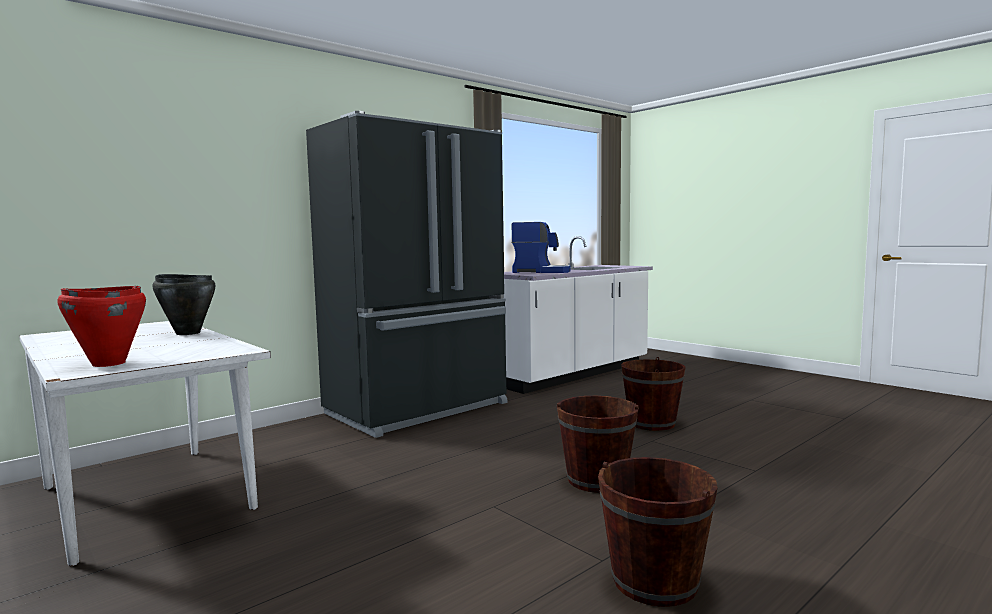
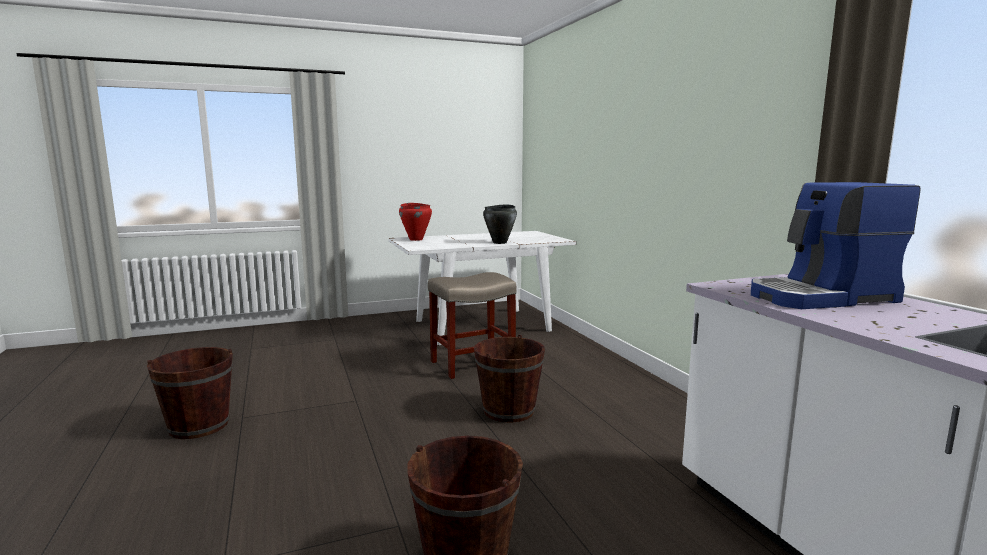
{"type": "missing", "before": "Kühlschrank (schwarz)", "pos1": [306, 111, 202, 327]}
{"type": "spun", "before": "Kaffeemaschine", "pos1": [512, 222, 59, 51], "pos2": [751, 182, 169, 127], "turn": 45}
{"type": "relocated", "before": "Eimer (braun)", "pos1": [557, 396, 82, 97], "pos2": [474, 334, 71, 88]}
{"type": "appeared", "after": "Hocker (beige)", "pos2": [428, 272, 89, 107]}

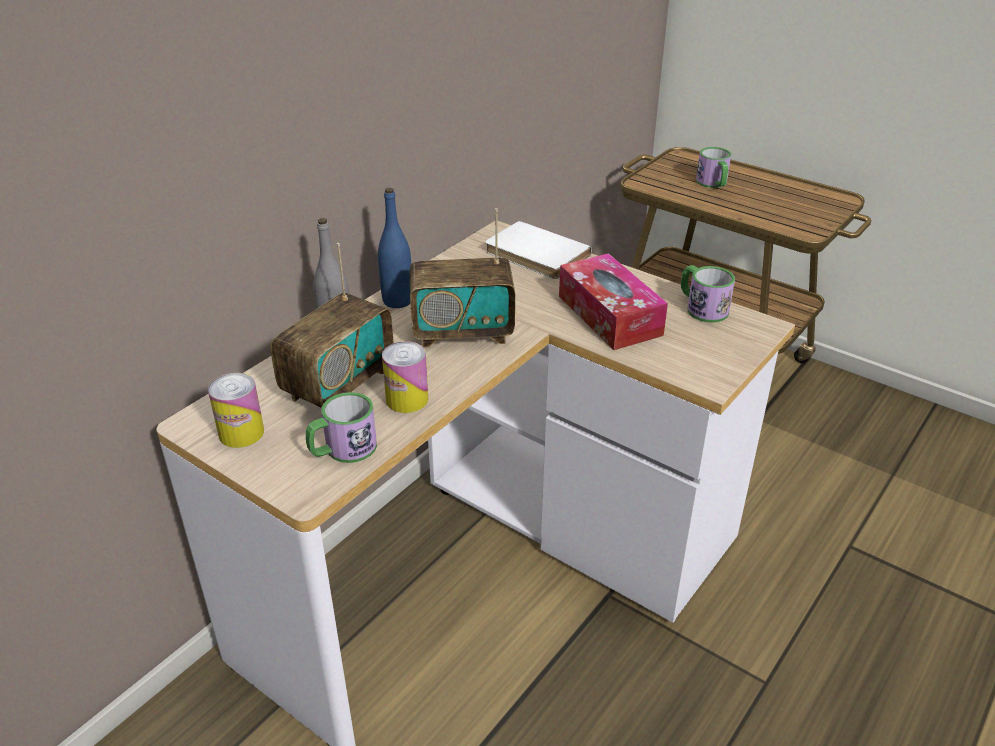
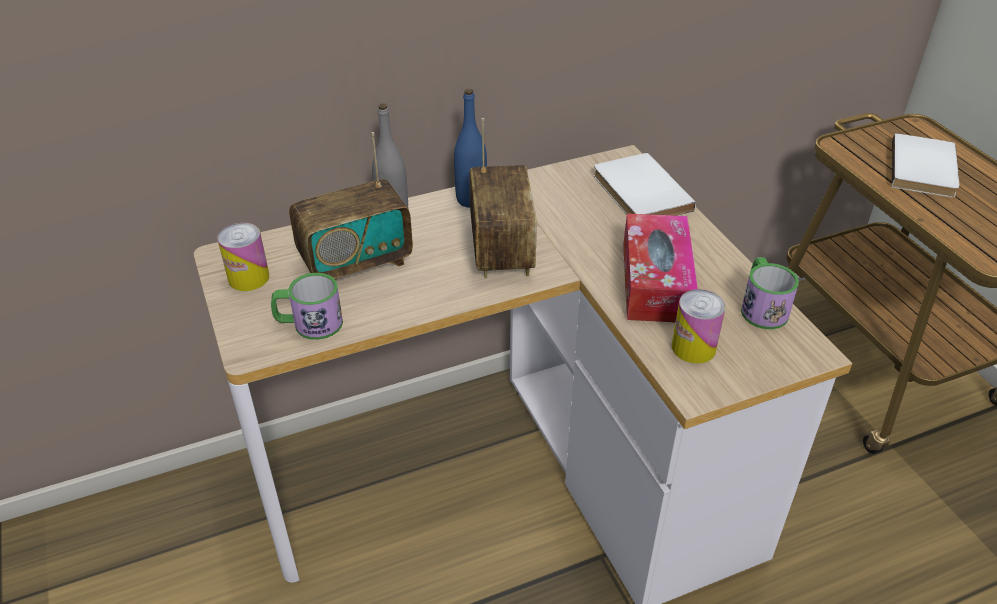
{"type": "exchanged", "before": "Henkelbecher", "after": "Buch (weiß)", "pos1": [696, 147, 35, 41], "pos2": [892, 133, 67, 64]}
{"type": "spun", "before": "Radio", "pos1": [410, 208, 105, 140], "pos2": [469, 118, 68, 161], "turn": -120}
{"type": "relocated", "before": "Dose", "pos1": [382, 341, 46, 72], "pos2": [672, 289, 54, 75]}

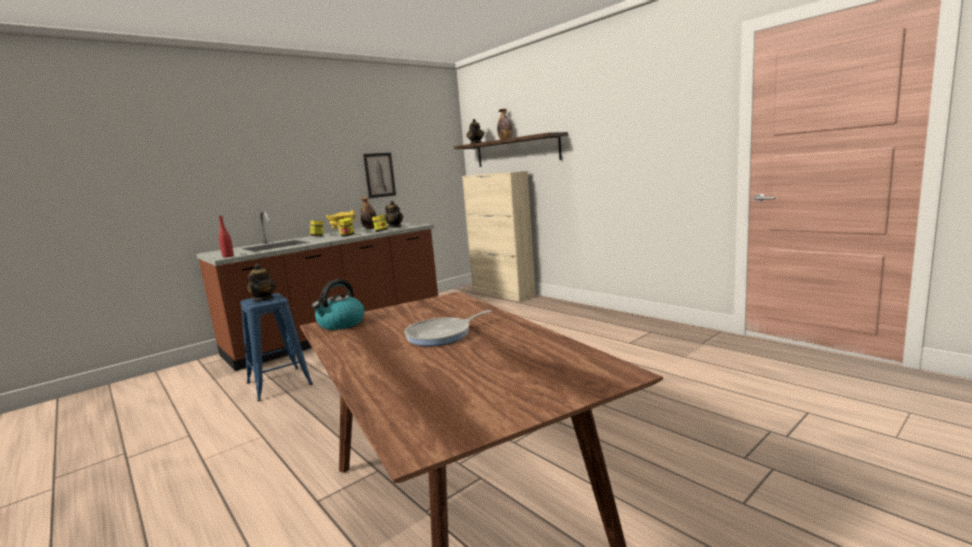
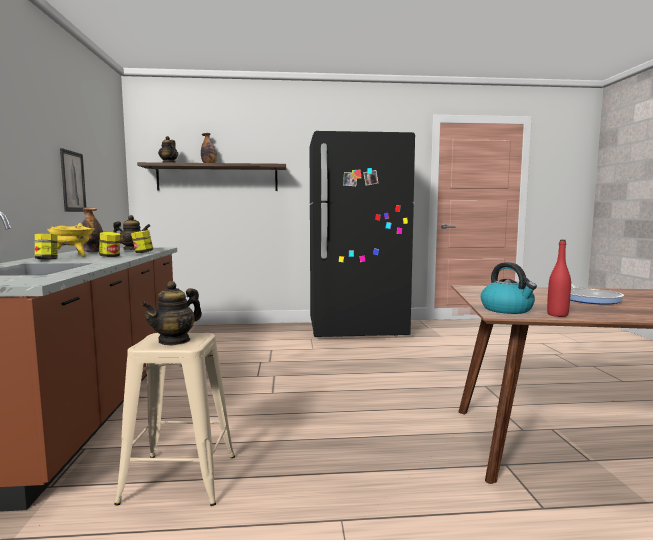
{"type": "missing", "before": "Schrank (beige)", "pos1": [462, 171, 74, 131]}
{"type": "relocated", "before": "Flasche (rot)", "pos1": [219, 215, 15, 43], "pos2": [547, 240, 24, 77]}
{"type": "spun", "before": "Teekanne", "pos1": [247, 263, 29, 39], "pos2": [141, 281, 61, 65], "turn": -90}
{"type": "colour", "before": "Hocker (blau)", "after": "Hocker (beige)", "pos1": [240, 293, 73, 108], "pos2": [114, 333, 121, 173]}
{"type": "appeared", "after": "Kühlschrank (schwarz)", "pos2": [310, 131, 105, 206]}

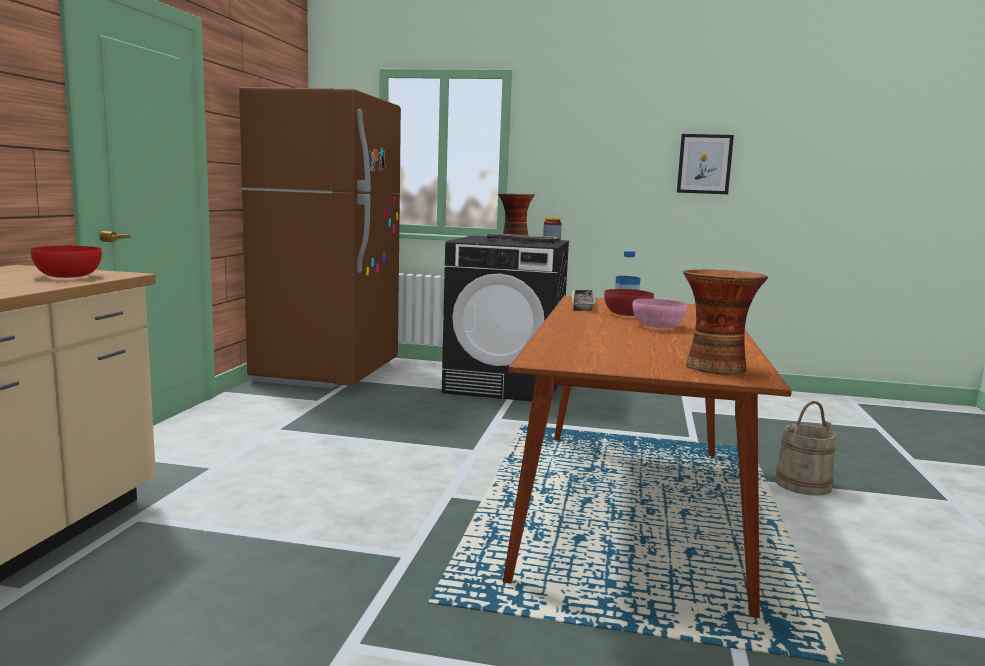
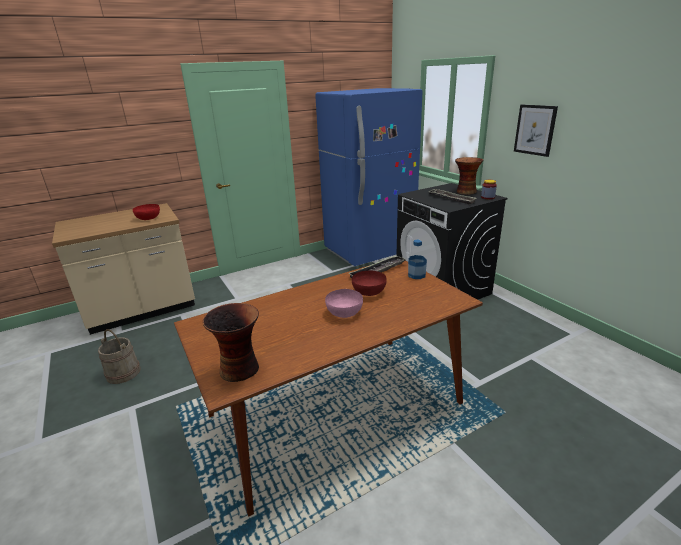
{"type": "colour", "before": "Kühlschrank (braun)", "after": "Kühlschrank (blau)", "pos1": [239, 87, 162, 302], "pos2": [315, 88, 108, 178]}
{"type": "relocated", "before": "Bild", "pos1": [677, 134, 57, 60], "pos2": [514, 104, 44, 53]}
{"type": "relocated", "before": "Eimer (beige)", "pos1": [775, 401, 61, 95], "pos2": [98, 329, 43, 55]}

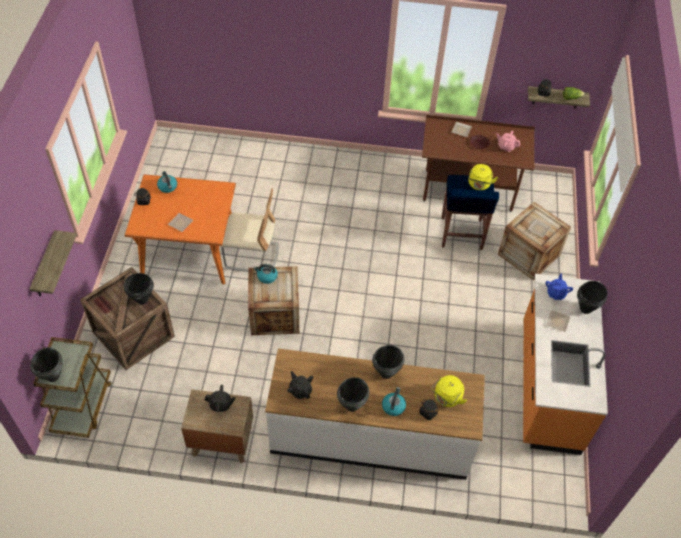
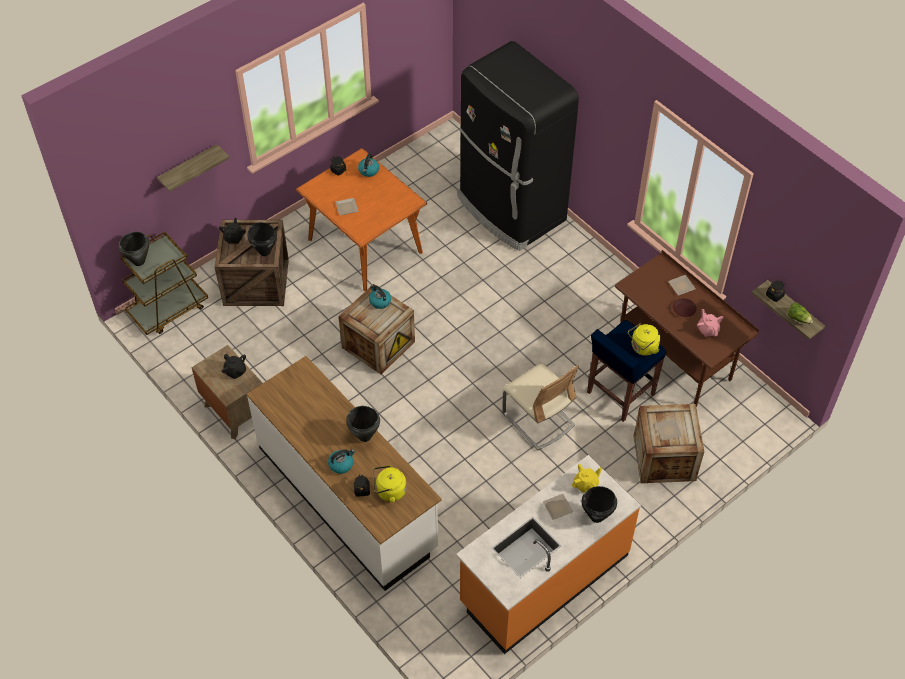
{"type": "relocated", "before": "Stuhl (beige)", "pos1": [220, 189, 59, 83], "pos2": [503, 364, 76, 86]}
{"type": "colour", "before": "Teekanne (blau)", "after": "Teekanne (gelb)", "pos1": [546, 273, 27, 27], "pos2": [572, 464, 30, 29]}
{"type": "relocated", "before": "Teekanne (schwarz)", "pos1": [287, 371, 27, 28], "pos2": [219, 218, 27, 26]}
{"type": "missing", "before": "Kochtopf (schwarz)", "pos1": [337, 377, 32, 35]}
{"type": "appeared", "after": "Kühlschrank (schwarz)", "pos2": [457, 41, 122, 210]}

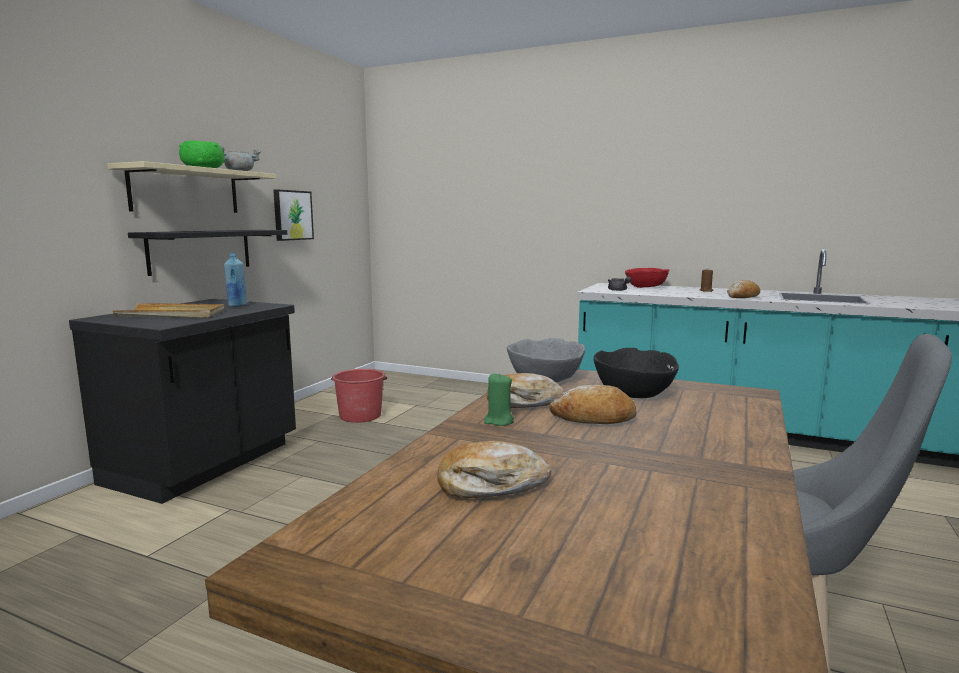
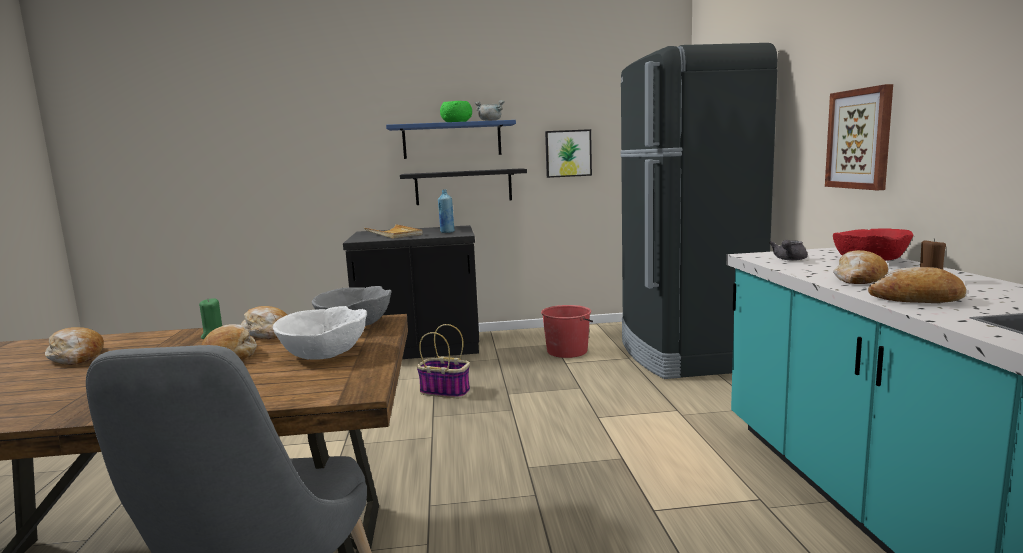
{"type": "colour", "before": "Wandregal (beige)", "after": "Wandregal (blau)", "pos1": [107, 161, 170, 52], "pos2": [386, 120, 130, 39]}
{"type": "colour", "before": "Schüssel (schwarz)", "after": "Schüssel (weiß)", "pos1": [593, 348, 86, 50], "pos2": [273, 306, 94, 54]}
{"type": "appeared", "after": "Kühlschrank (schwarz)", "pos2": [620, 43, 157, 336]}
{"type": "appeared", "after": "Bild", "pos2": [825, 84, 68, 106]}
{"type": "appeared", "after": "Brot", "pos2": [833, 250, 55, 34]}
{"type": "appeared", "after": "Korb", "pos2": [417, 324, 53, 74]}

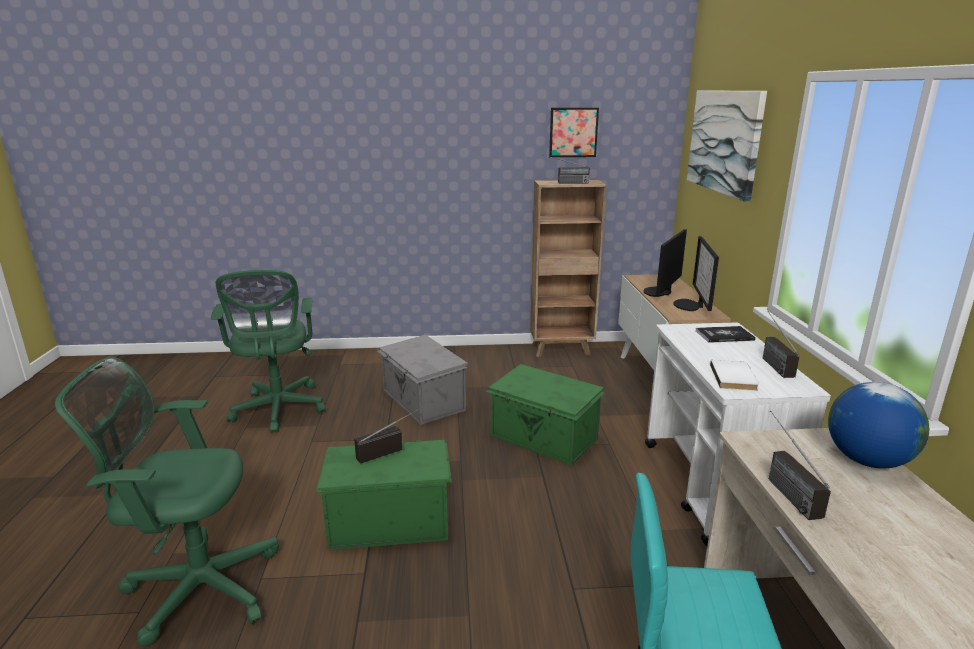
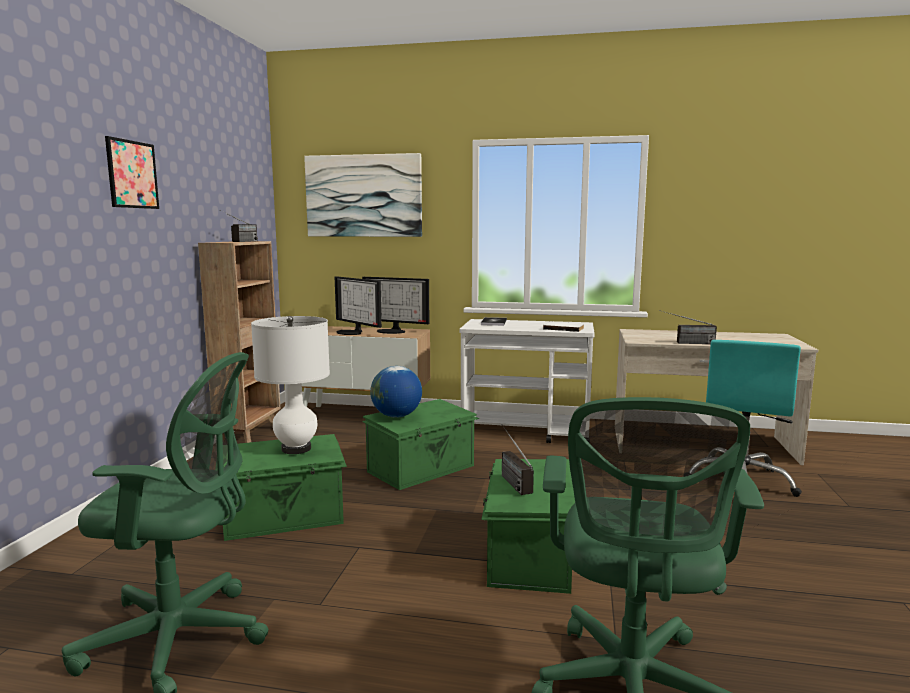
{"type": "relocated", "before": "Bild", "pos1": [549, 108, 50, 49], "pos2": [105, 136, 54, 73]}
{"type": "missing", "before": "Radio", "pos1": [763, 311, 36, 67]}
{"type": "colour", "before": "Aufbewahrungsbox (grau)", "after": "Aufbewahrungsbox (grün)", "pos1": [377, 335, 91, 90], "pos2": [216, 434, 131, 107]}
{"type": "relocated", "before": "Globus", "pos1": [828, 382, 101, 87], "pos2": [370, 366, 52, 52]}
{"type": "appeared", "after": "Tischlampe (weiß)", "pos2": [251, 316, 79, 138]}

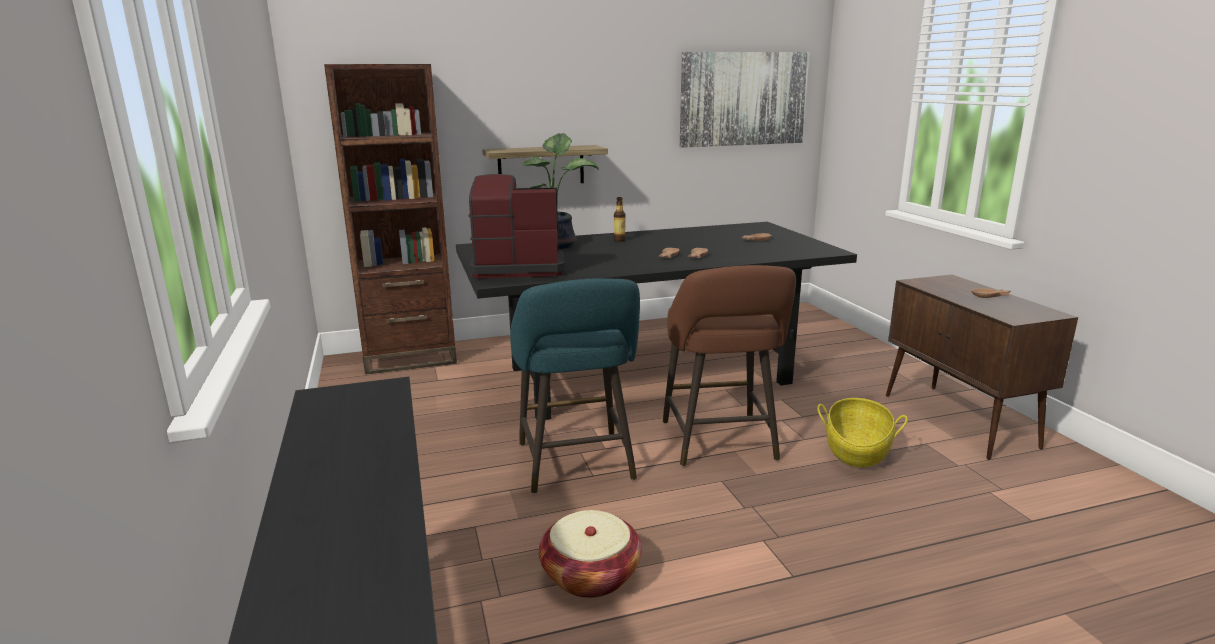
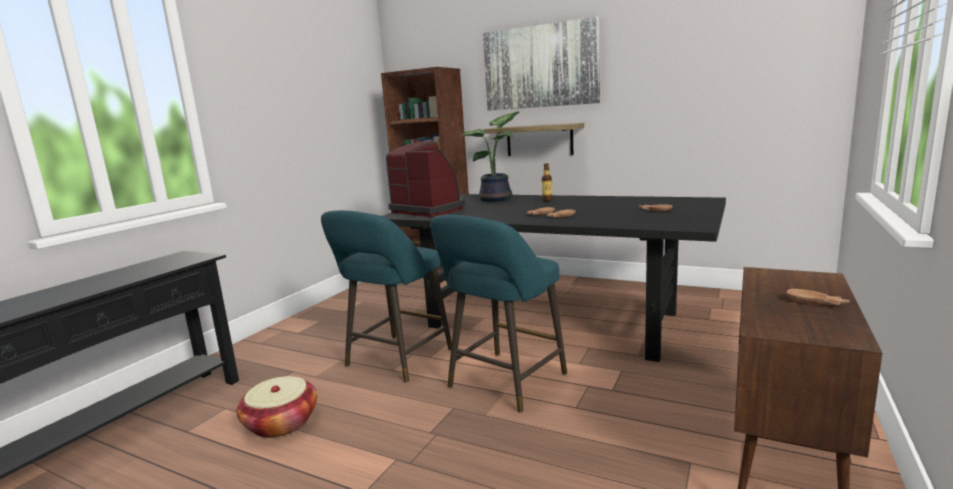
{"type": "relocated", "before": "Bild", "pos1": [680, 52, 130, 96], "pos2": [483, 17, 117, 94]}
{"type": "colour", "before": "Hocker (braun)", "after": "Hocker (türkis)", "pos1": [663, 265, 133, 202], "pos2": [430, 215, 137, 198]}
{"type": "missing", "before": "Korb", "pos1": [817, 398, 91, 69]}

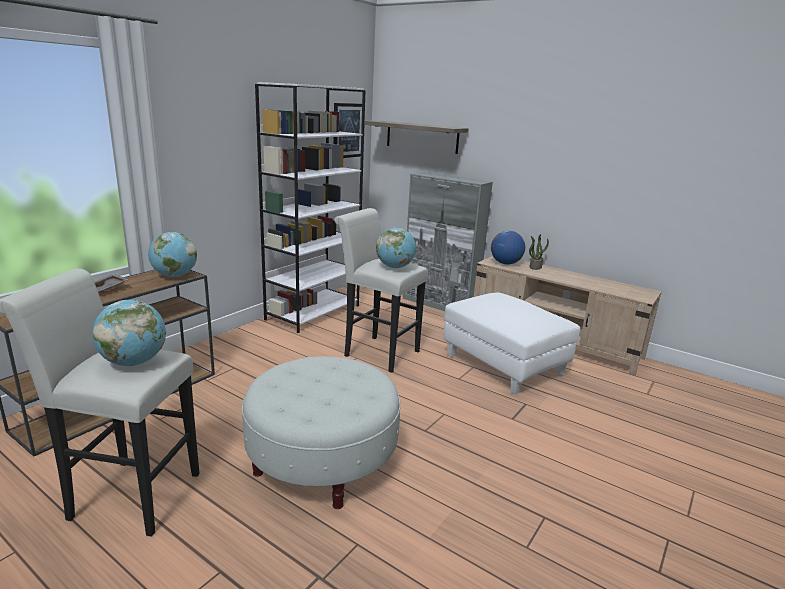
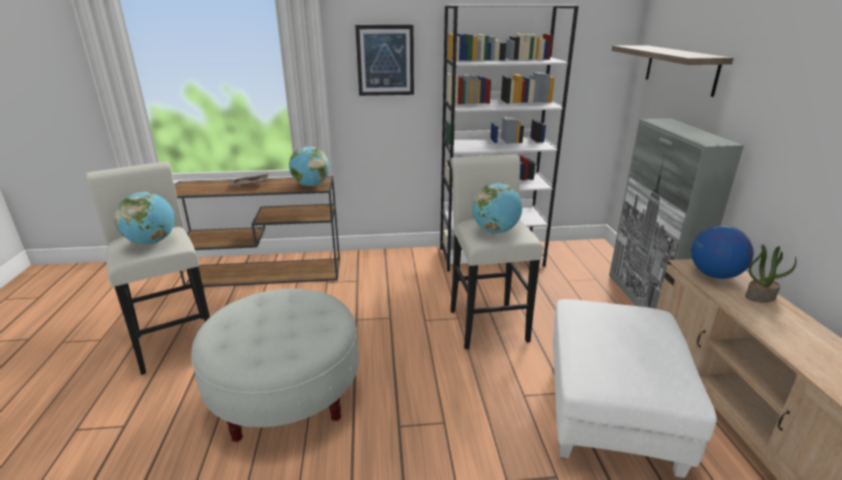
{"type": "relocated", "before": "Bild", "pos1": [334, 103, 28, 55], "pos2": [355, 25, 59, 71]}

